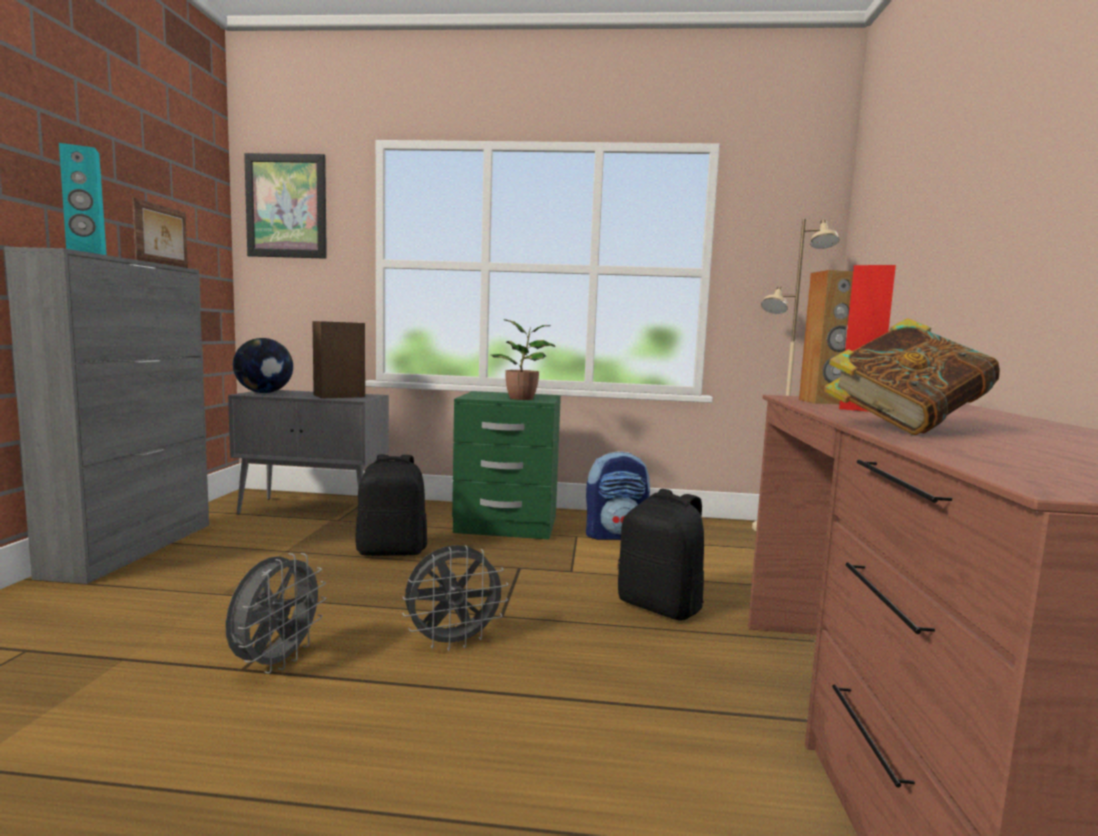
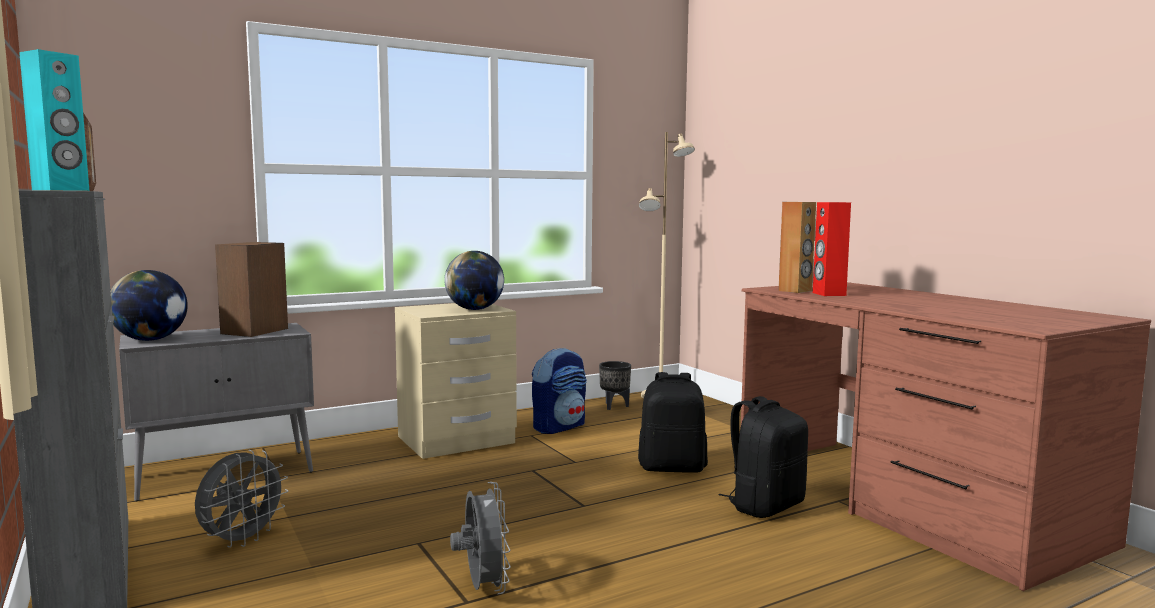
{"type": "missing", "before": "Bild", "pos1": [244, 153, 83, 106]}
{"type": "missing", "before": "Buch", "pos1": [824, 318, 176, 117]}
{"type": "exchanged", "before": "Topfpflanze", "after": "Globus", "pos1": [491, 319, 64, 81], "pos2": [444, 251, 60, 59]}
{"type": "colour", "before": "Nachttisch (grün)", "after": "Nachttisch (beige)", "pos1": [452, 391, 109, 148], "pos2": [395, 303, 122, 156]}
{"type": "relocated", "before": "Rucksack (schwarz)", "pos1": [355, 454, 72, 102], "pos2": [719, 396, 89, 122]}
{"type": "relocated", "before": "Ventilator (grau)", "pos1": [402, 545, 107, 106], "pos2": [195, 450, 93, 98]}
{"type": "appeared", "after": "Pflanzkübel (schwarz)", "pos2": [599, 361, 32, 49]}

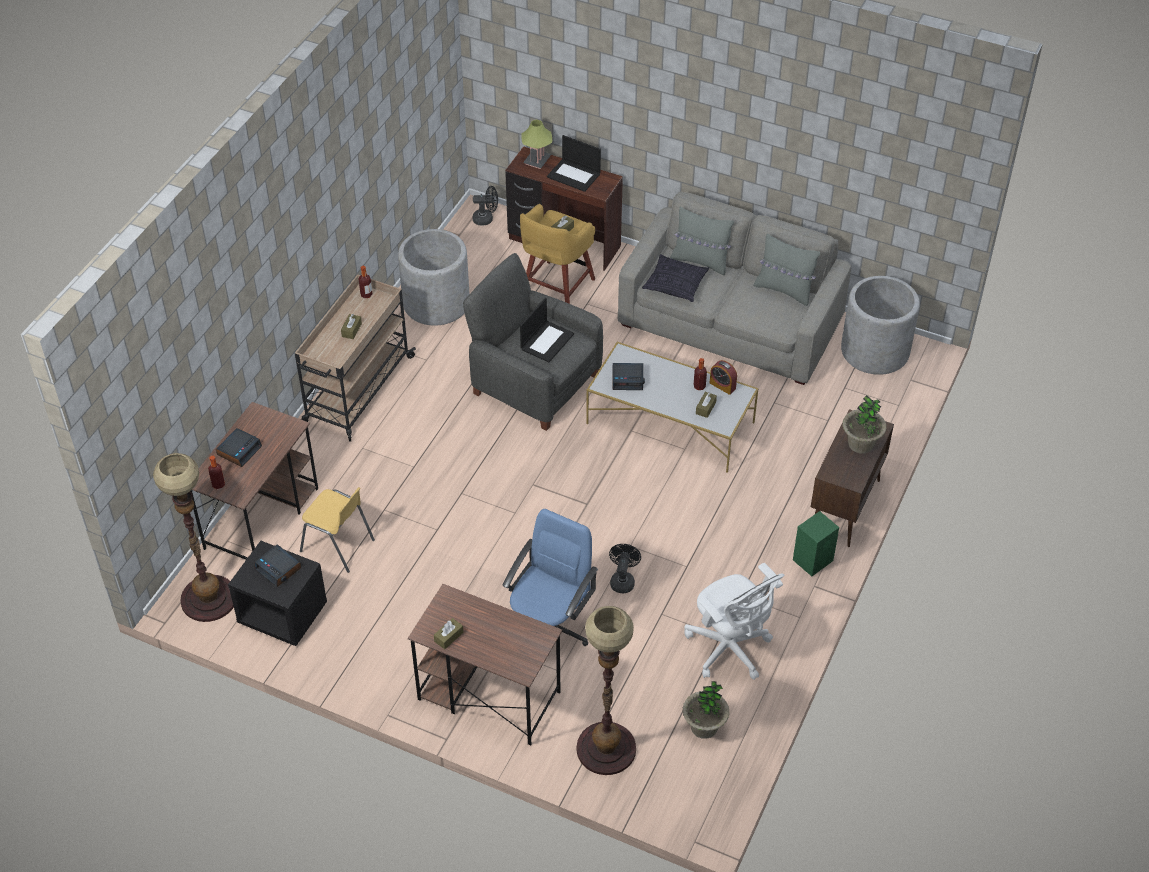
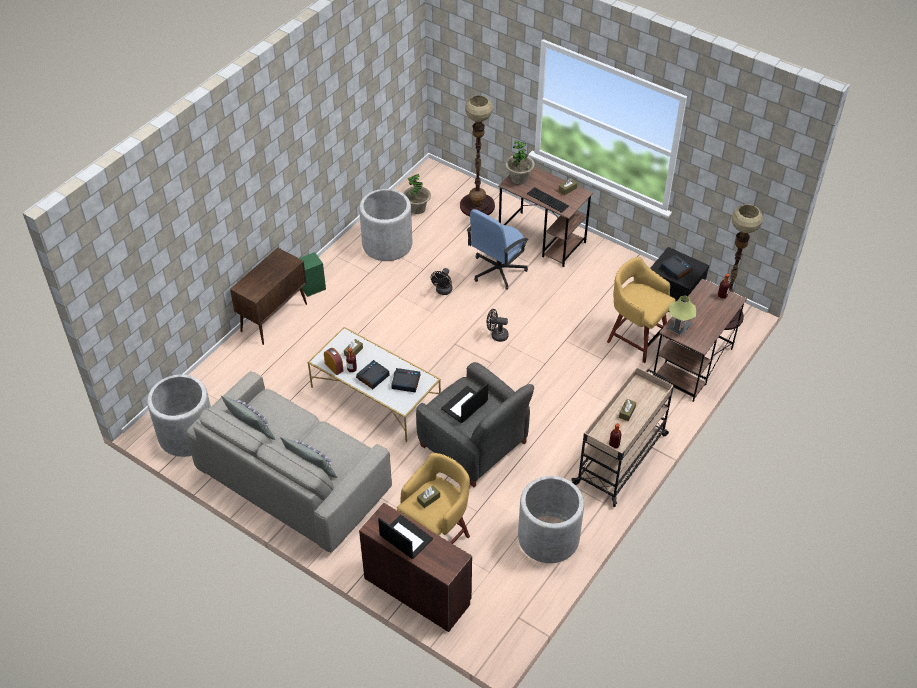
{"type": "relocated", "before": "Tischlampe", "pos1": [521, 120, 31, 49], "pos2": [667, 295, 29, 41]}
{"type": "relocated", "before": "Ventilator (schwarz)", "pos1": [472, 186, 26, 40], "pos2": [487, 309, 22, 33]}
{"type": "missing", "before": "Kissen", "pos1": [642, 254, 67, 48]}
{"type": "relocated", "before": "Topfpflanze", "pos1": [842, 395, 44, 59], "pos2": [505, 140, 30, 44]}
{"type": "relocated", "before": "Wecker", "pos1": [216, 428, 46, 39], "pos2": [356, 360, 33, 29]}
{"type": "exchanged", "before": "Stuhl (gelb)", "after": "Hocker (gelb)", "pos1": [300, 487, 75, 86], "pos2": [607, 257, 69, 106]}
{"type": "exchanged", "before": "Bürostuhl (weiß)", "after": "Pflanzkübel (grau)", "pos1": [684, 563, 101, 117], "pos2": [359, 189, 53, 72]}
{"type": "appeared", "after": "Tastatur", "pos2": [527, 187, 42, 26]}

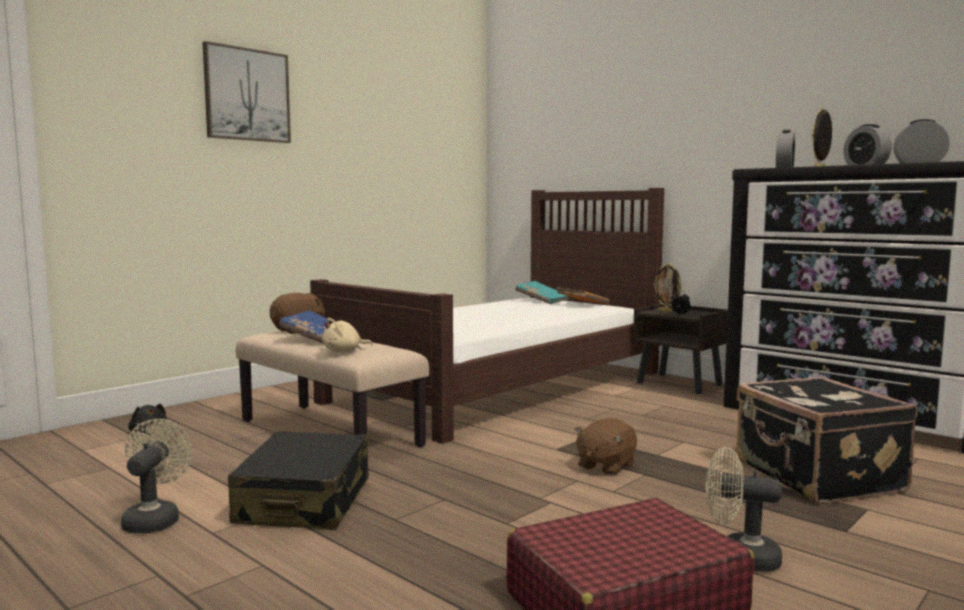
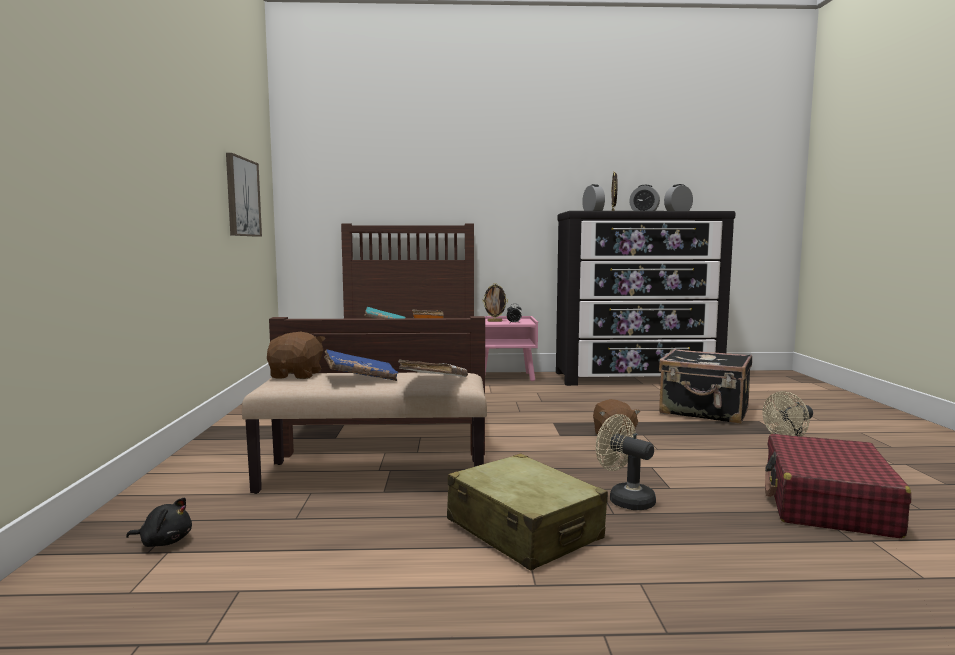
{"type": "relocated", "before": "Bild", "pos1": [203, 41, 88, 102], "pos2": [226, 153, 36, 84]}
{"type": "colour", "before": "Nachttisch (braun)", "after": "Nachttisch (rosa)", "pos1": [633, 304, 95, 90], "pos2": [485, 316, 53, 65]}
{"type": "exchanged", "before": "Plüschtier (beige)", "after": "Buch (weiß)", "pos1": [322, 318, 51, 34], "pos2": [398, 360, 70, 17]}
{"type": "relocated", "before": "Ventilator (beige)", "pos1": [121, 419, 71, 114], "pos2": [596, 414, 60, 96]}
{"type": "colour", "before": "Koffer (schwarz)", "after": "Koffer (beige)", "pos1": [228, 431, 141, 99], "pos2": [447, 454, 161, 117]}

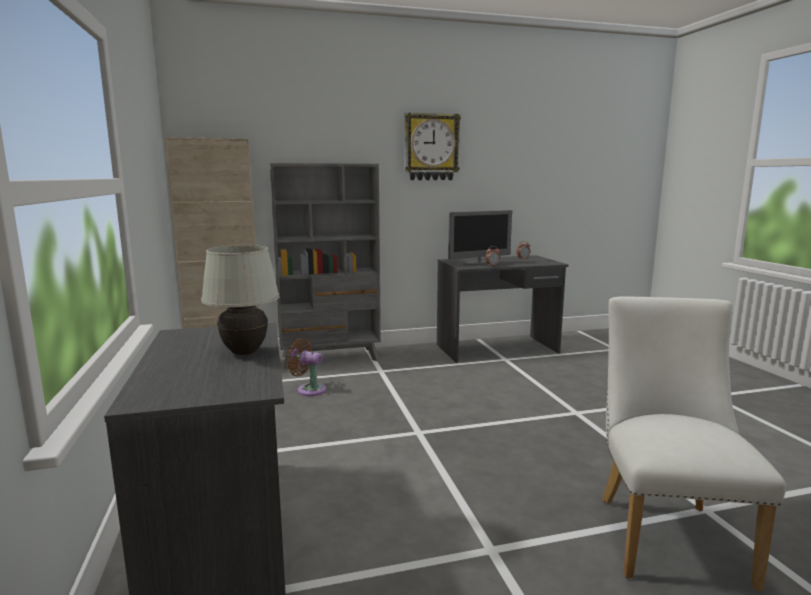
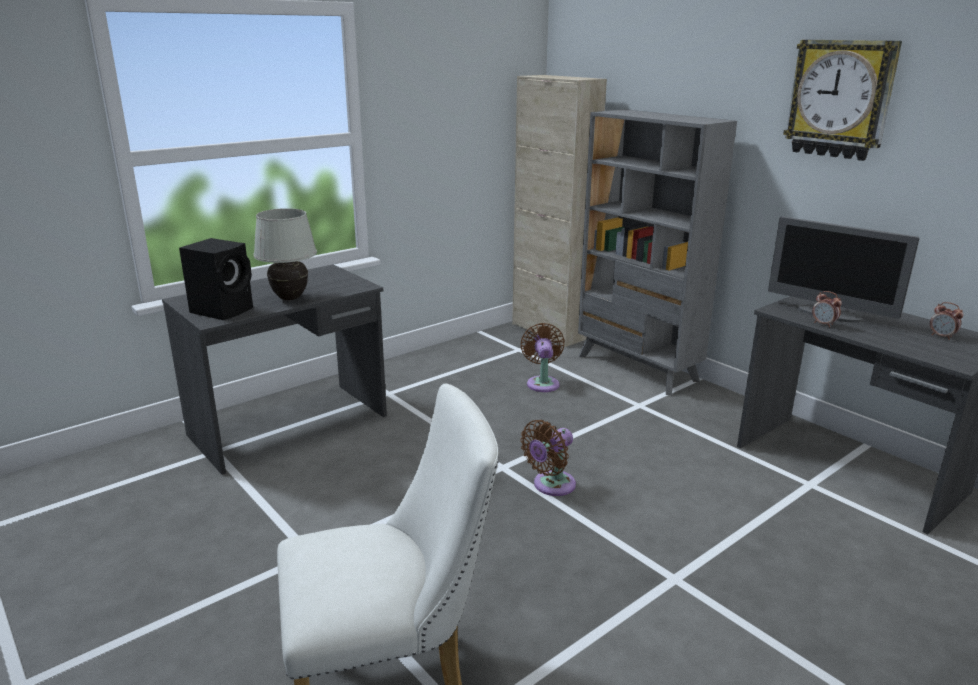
{"type": "appeared", "after": "Lautsprecher (schwarz)", "pos2": [179, 238, 74, 82]}
{"type": "appeared", "after": "Ventilator (braun)", "pos2": [520, 420, 56, 76]}

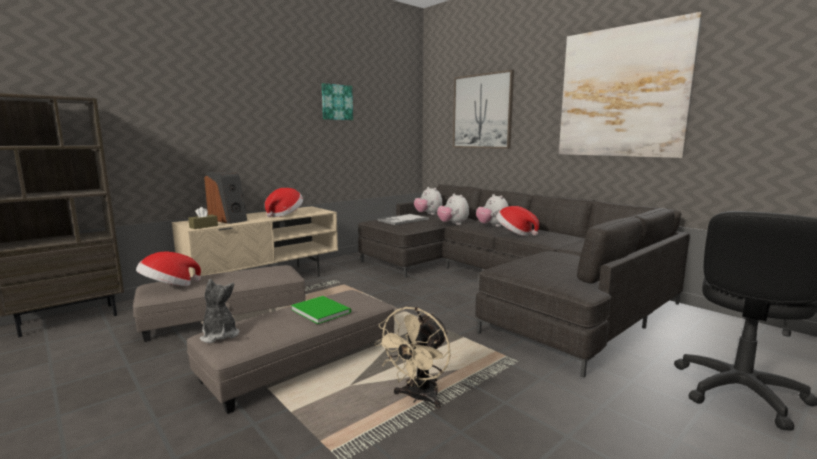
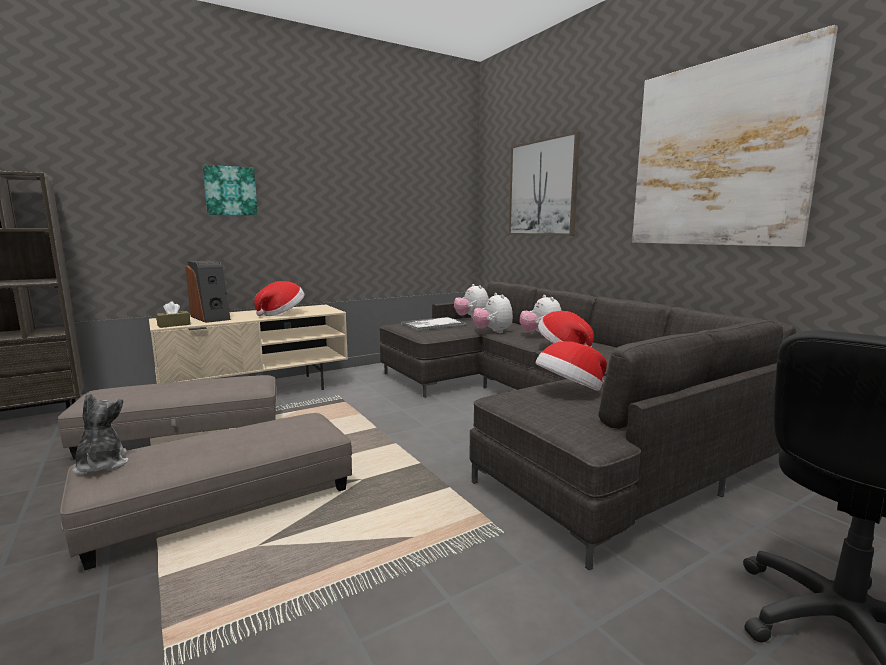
{"type": "relocated", "before": "Bild", "pos1": [322, 83, 31, 37], "pos2": [203, 165, 55, 50]}
{"type": "relocated", "before": "Hut", "pos1": [136, 252, 65, 34], "pos2": [535, 341, 72, 50]}
{"type": "missing", "before": "Buch (grün)", "pos1": [291, 296, 60, 28]}
{"type": "missing", "before": "Ventilator (beige)", "pos1": [374, 307, 77, 102]}

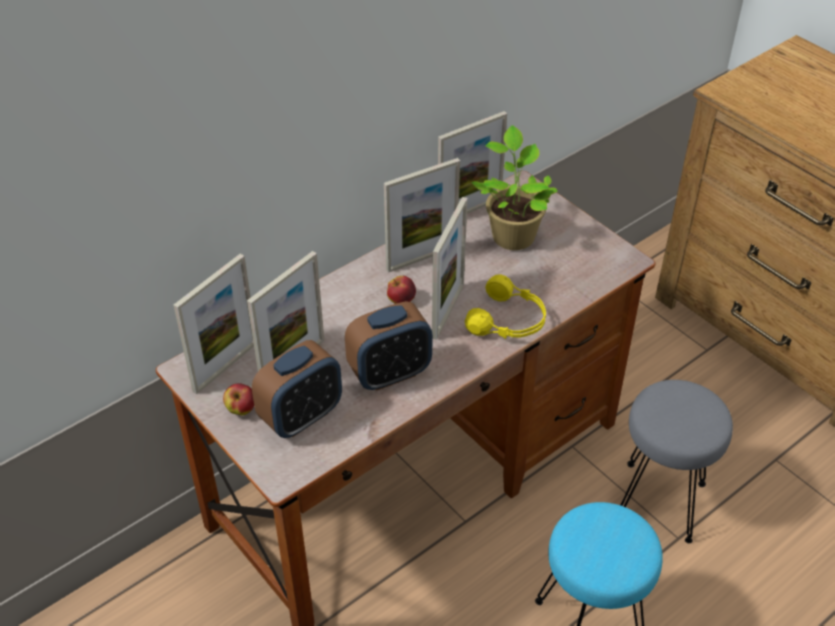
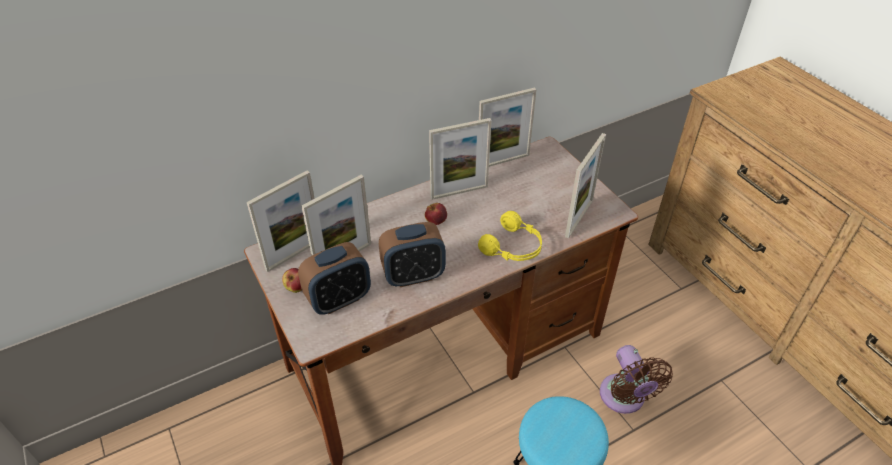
{"type": "missing", "before": "Topfpflanze", "pos1": [472, 125, 86, 125]}
{"type": "relocated", "before": "Bilderrahmen", "pos1": [432, 197, 36, 143], "pos2": [565, 133, 41, 106]}
{"type": "exchanged", "before": "Hocker (grau)", "after": "Ventilator (braun)", "pos1": [621, 380, 112, 163], "pos2": [600, 345, 73, 69]}

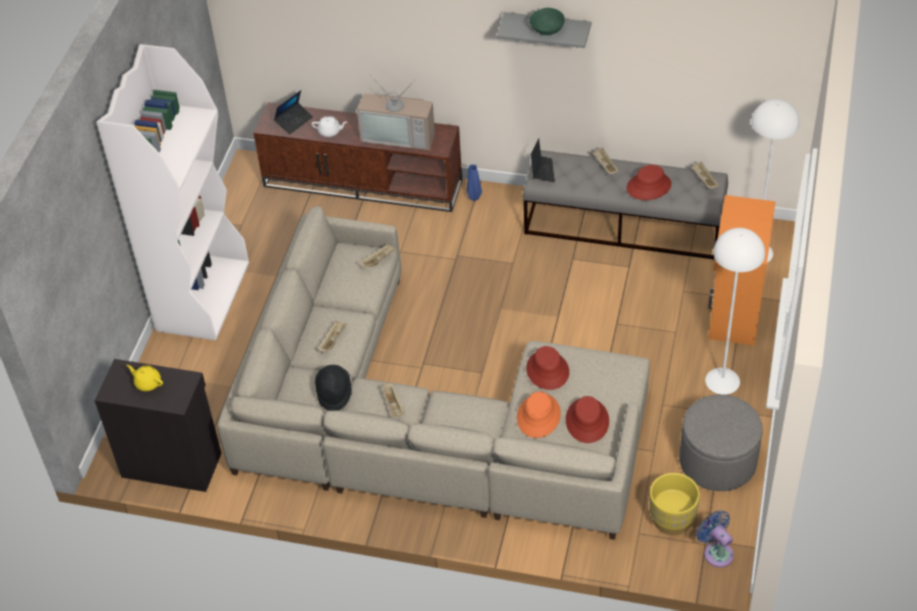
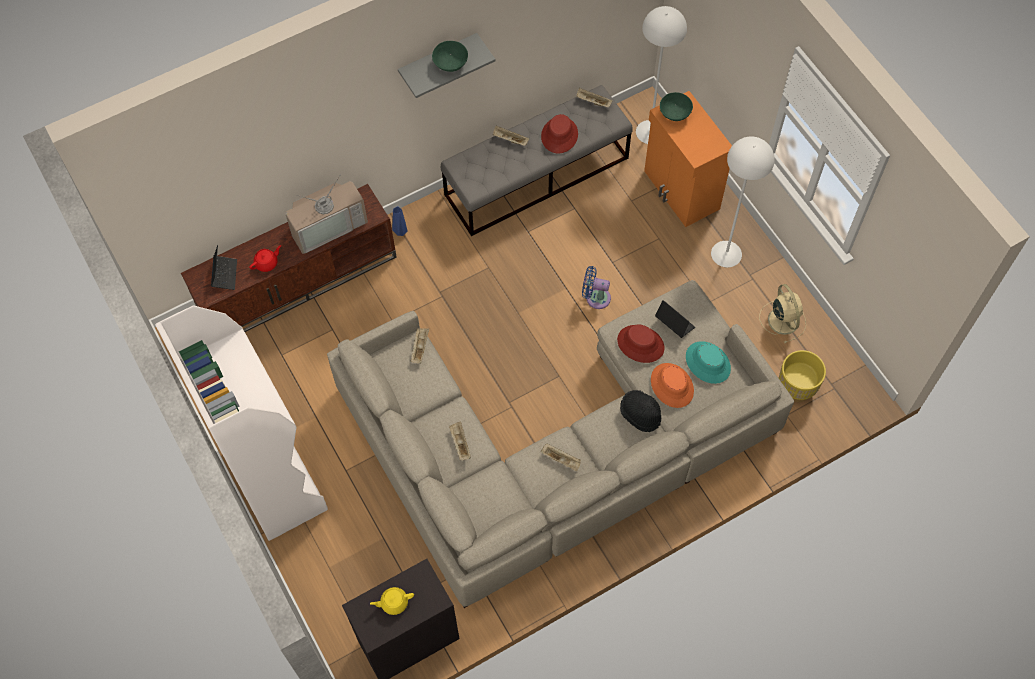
{"type": "colour", "before": "Teekanne (weiß)", "after": "Teekanne (rot)", "pos1": [312, 116, 35, 21], "pos2": [249, 245, 32, 27]}
{"type": "relocated", "before": "Laptop", "pos1": [531, 138, 24, 44], "pos2": [655, 300, 40, 38]}
{"type": "relocated", "before": "Hut (schwarz)", "pos1": [315, 365, 37, 46], "pos2": [620, 390, 41, 42]}
{"type": "exchanged", "before": "Polsterhocker (grau)", "after": "Ventilator (beige)", "pos1": [679, 394, 84, 97], "pos2": [759, 284, 47, 59]}
{"type": "colour", "before": "Hut (rot)", "after": "Hut (türkis)", "pos1": [566, 396, 43, 47], "pos2": [686, 341, 45, 43]}
{"type": "relocated", "before": "Ventilator (blau)", "pos1": [696, 510, 38, 57], "pos2": [582, 266, 29, 43]}
{"type": "appeared", "after": "Schüssel (grün)", "pos2": [660, 92, 33, 29]}

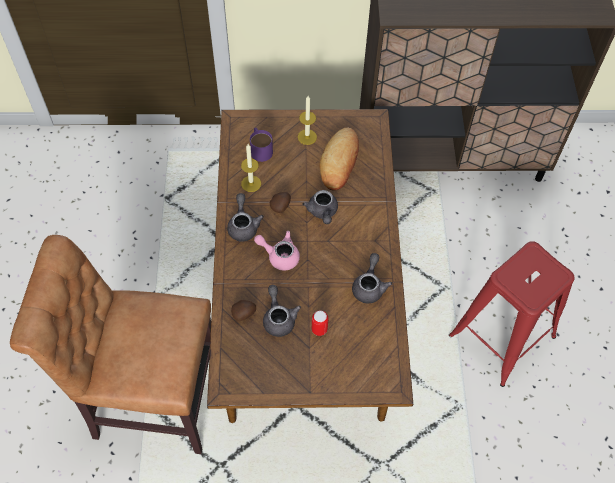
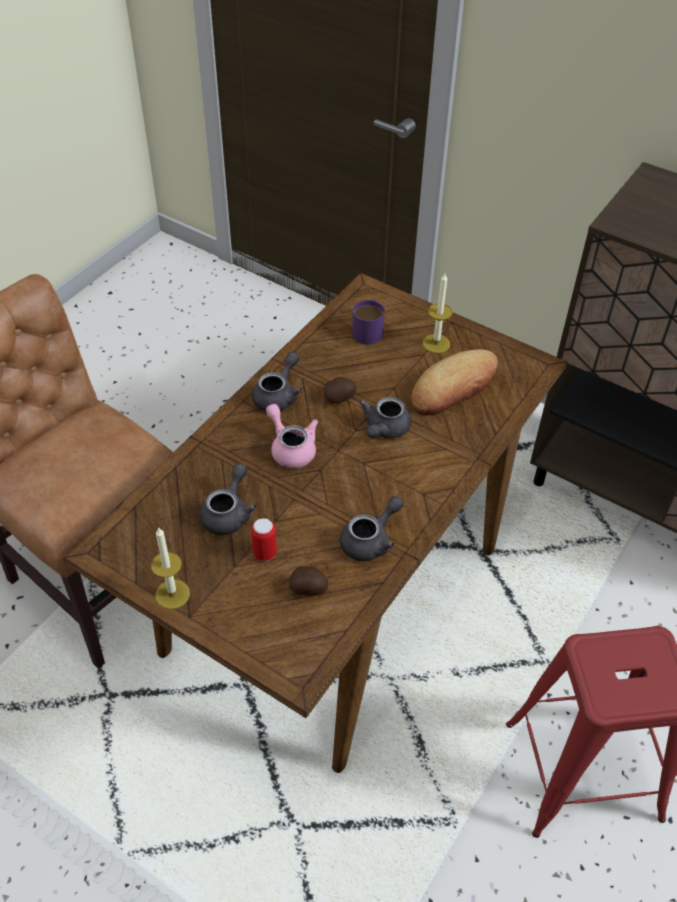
{"type": "relocated", "before": "Kerze", "pos1": [241, 144, 20, 48], "pos2": [151, 527, 39, 82]}
{"type": "relocated", "before": "Kartoffel", "pos1": [231, 300, 25, 21], "pos2": [289, 566, 39, 30]}

